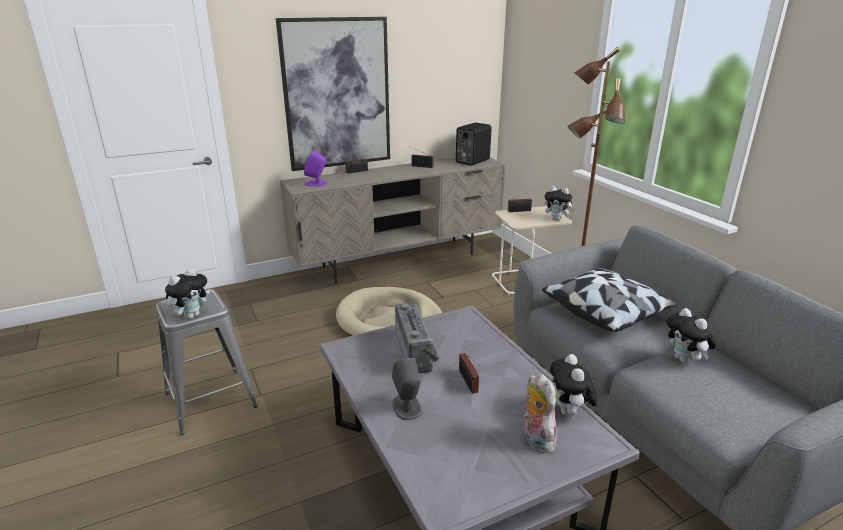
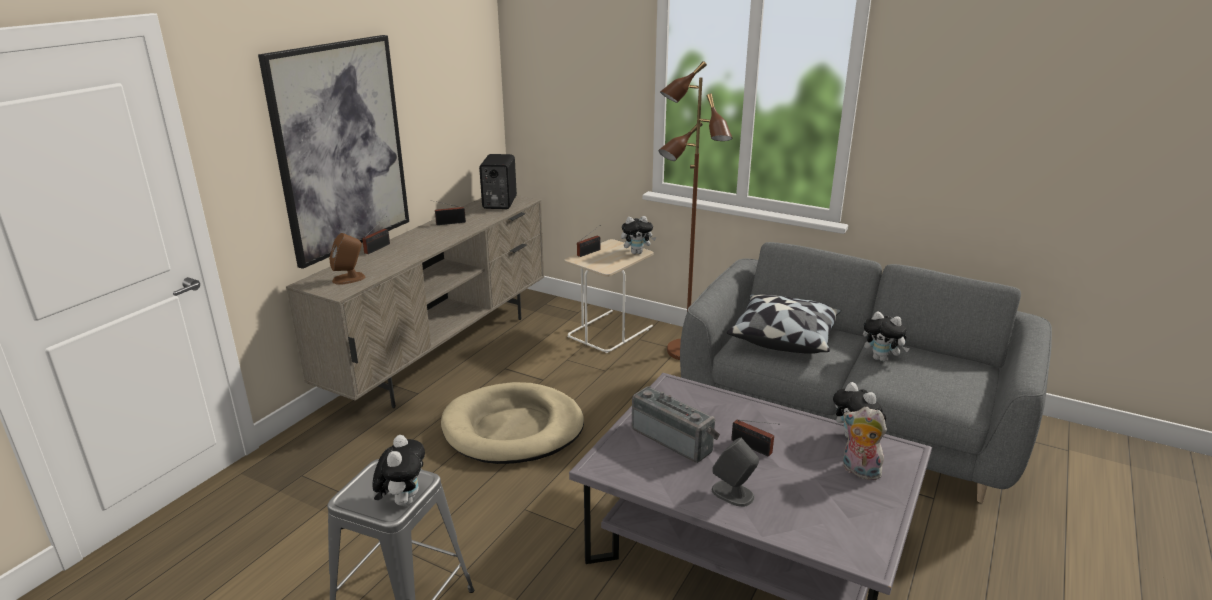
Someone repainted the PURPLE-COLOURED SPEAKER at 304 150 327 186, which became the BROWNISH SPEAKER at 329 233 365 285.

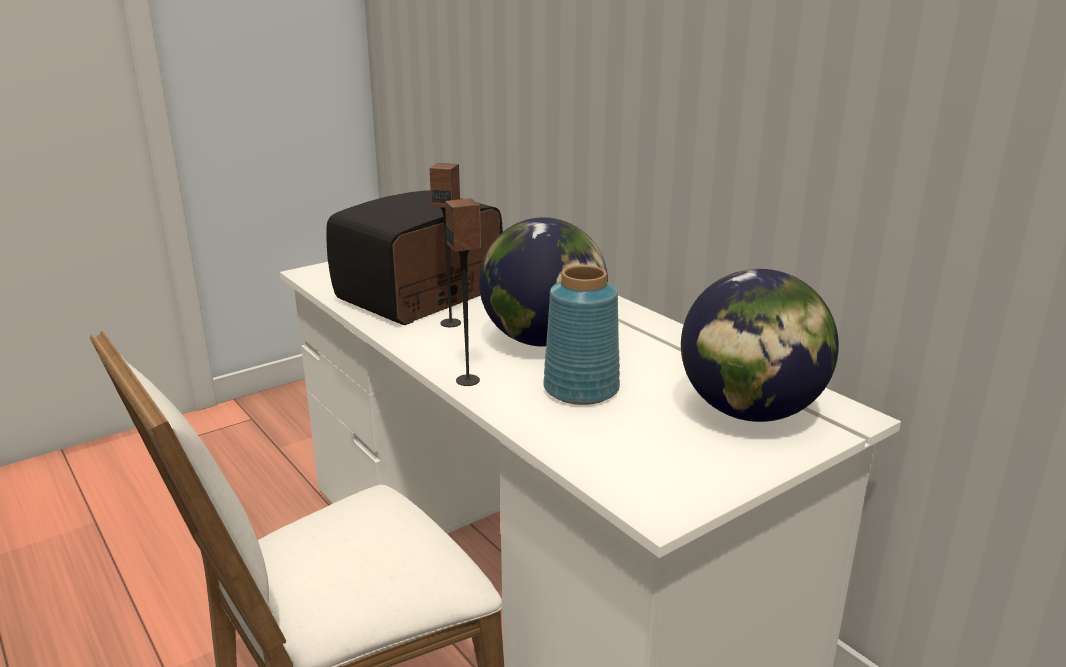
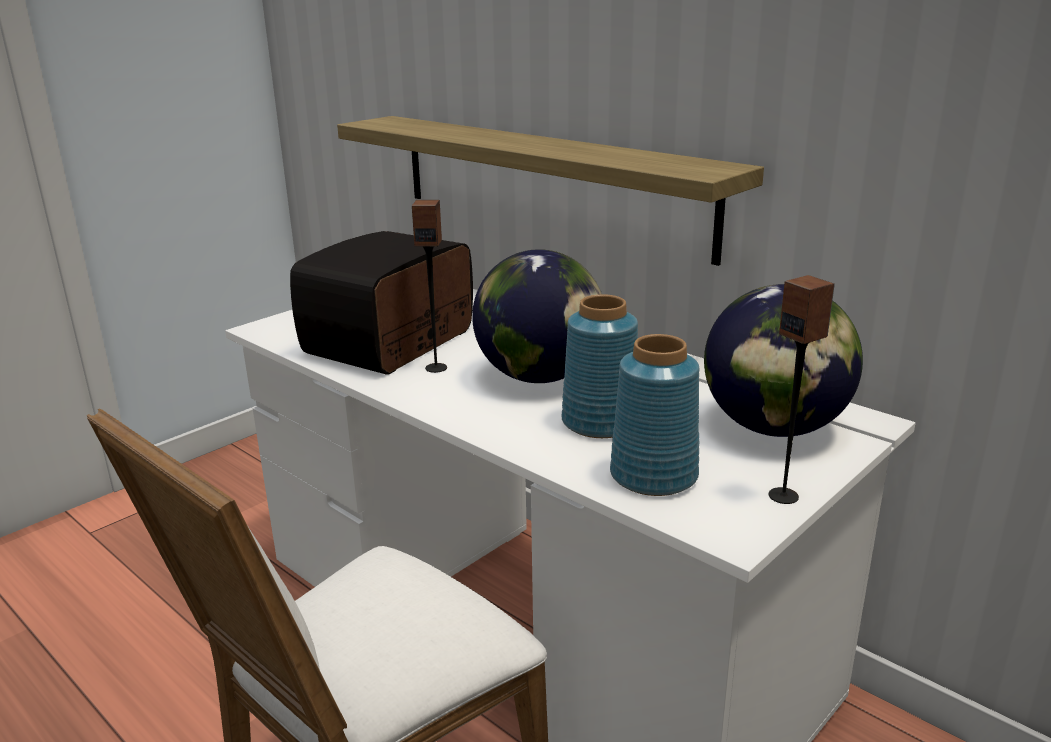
Someone put up the SHELF at 337 116 764 266. Someone put down the BLUE-COLOURED FLOWER VASE at 610 334 699 496. Someone carried the SPEAKER from 445 198 481 386 to 769 275 835 504.

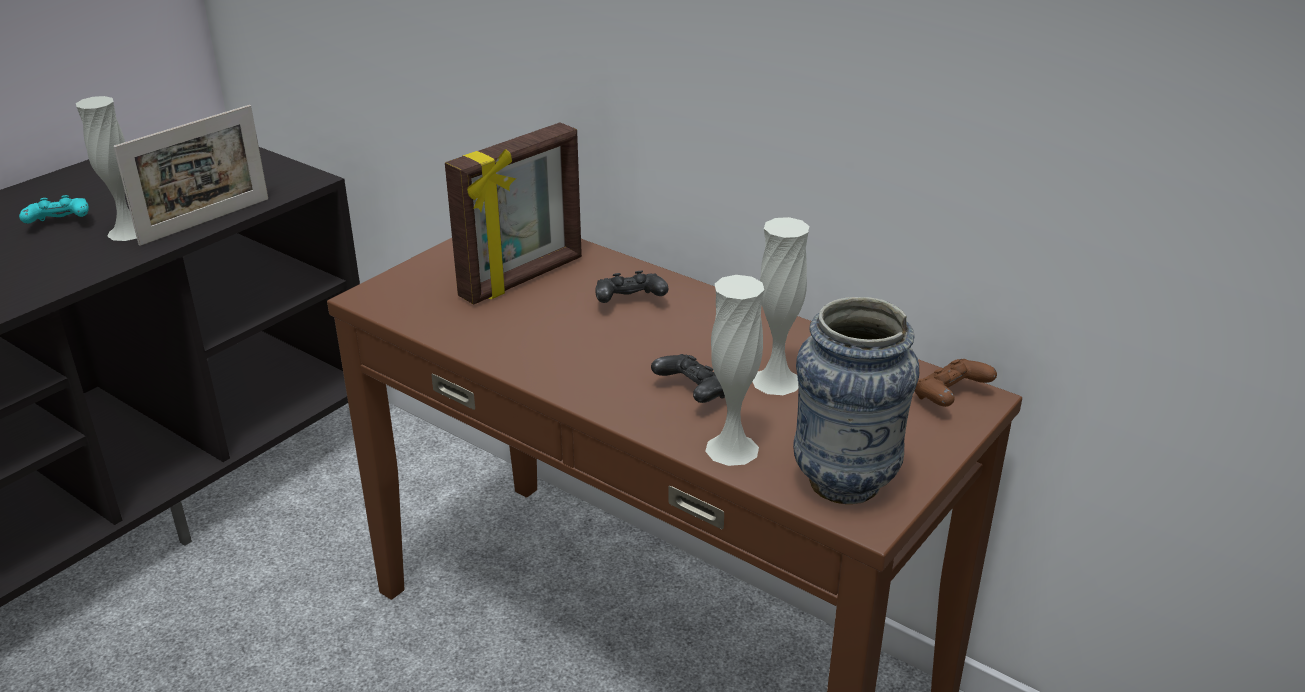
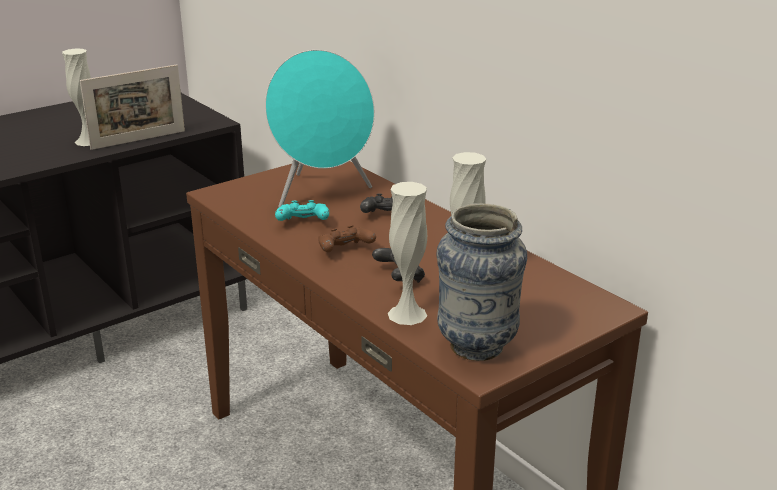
Someone carried the TURQUOISE-COLOURED GAME CONTROLLER from 19 195 89 223 to 275 200 329 221. Someone carried the BROWNISH GAME CONTROLLER from 915 359 997 407 to 318 225 376 252. Someone swapped the PICTURE FRAME at 445 123 582 304 for the TURQUOISE-COLOURED SPEAKER at 265 50 374 207.

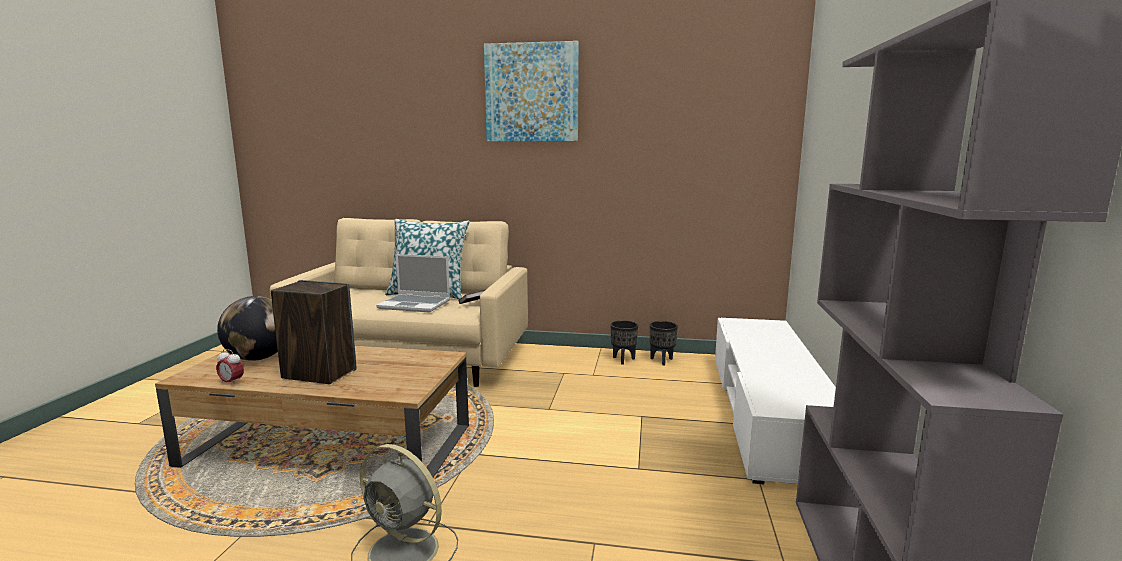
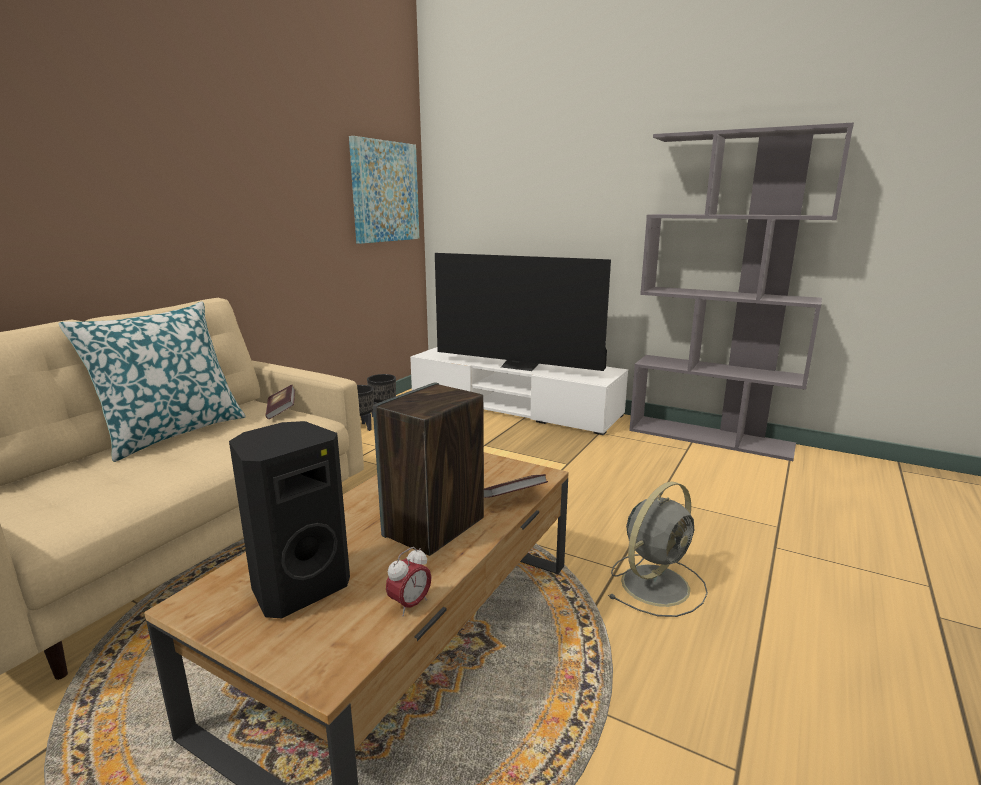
Someone took away the LAPTOP at 376 254 450 313. Someone put down the TV at 435 253 611 371. Someone put down the BOUND BOOK at 484 474 548 498. Someone carried the PICTURE from 484 41 579 142 to 349 136 419 244. Someone swapped the DESK GLOBE at 217 296 278 361 for the BLACK SPEAKER at 229 421 350 618.

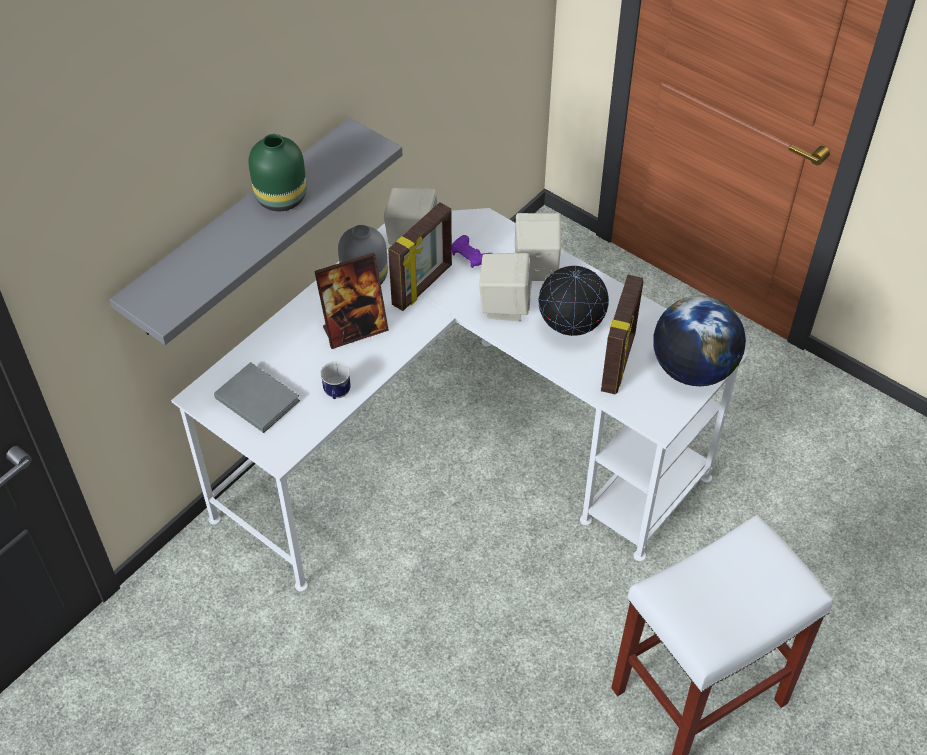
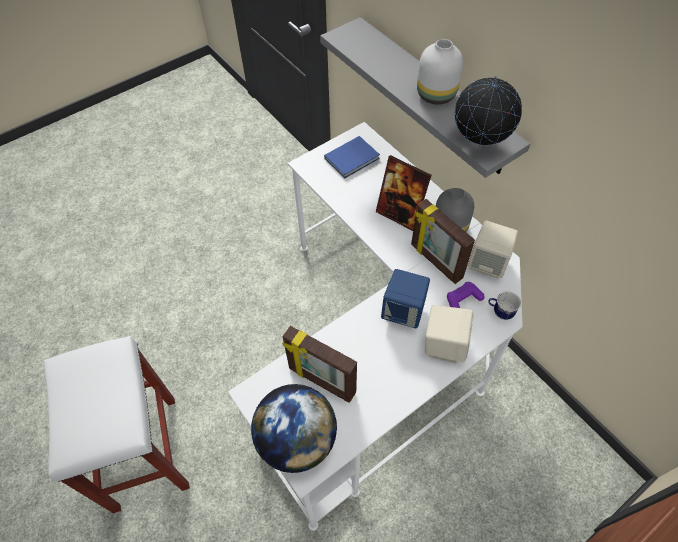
Someone carried the MUG from 321 361 351 399 to 488 291 521 320. Someone carried the DESK GLOBE from 538 265 609 336 to 454 76 522 145. Someone repainted the GREYISH BOUND BOOK at 214 362 300 433, which became the BLUE-COLOURED BOUND BOOK at 324 136 380 178. Someone repainted the GREENISH FLOWER VASE at 248 134 307 211, which became the WHITE-COLOURED FLOWER VASE at 417 39 463 105. Someone repainted the BEIGE SPEAKER at 479 253 532 321, which became the BLUE-COLOURED SPEAKER at 381 269 430 328. Someone rotated the PICTURE FRAME at 314 253 389 349 by 45 degrees counterclockwise.

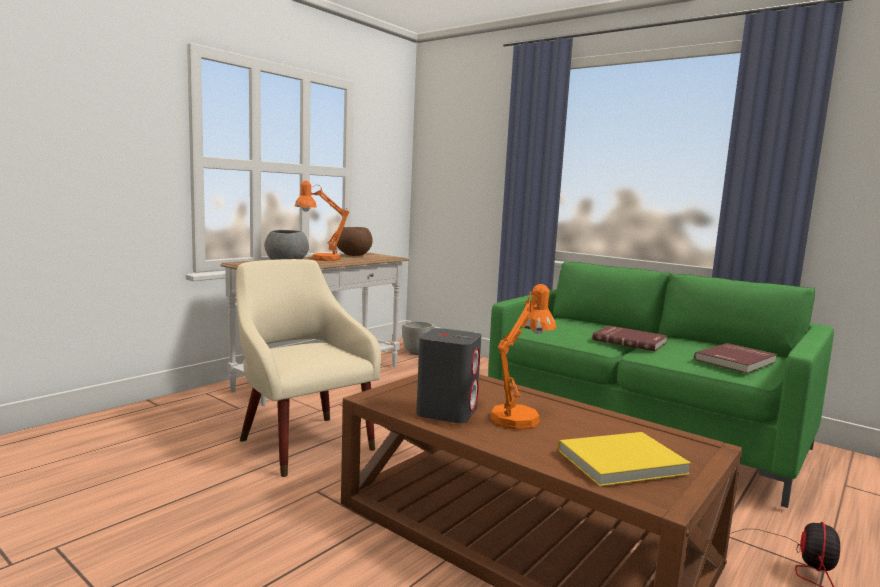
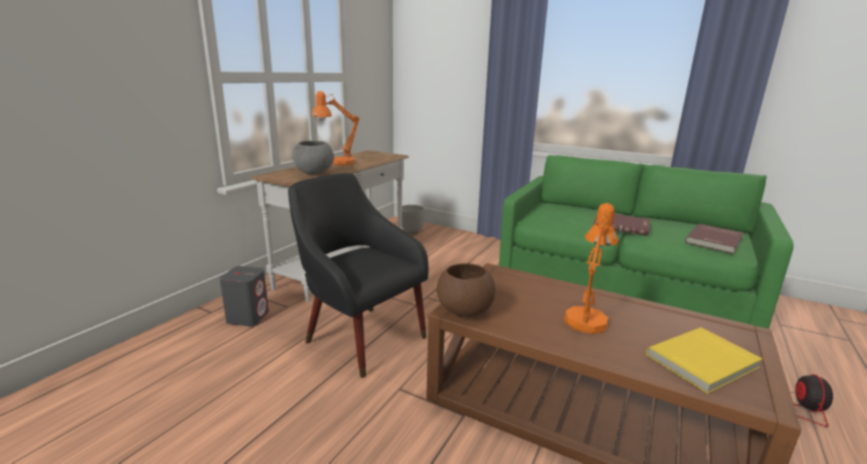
Someone carried the BROWNISH SERVING BOWL from 335 227 373 256 to 437 263 496 317. Someone carried the GREYISH SPEAKER from 416 328 481 423 to 220 266 269 326. Someone repainted the BEIGE ARMCHAIR at 236 259 381 477, which became the BLACK ARMCHAIR at 288 173 428 378.

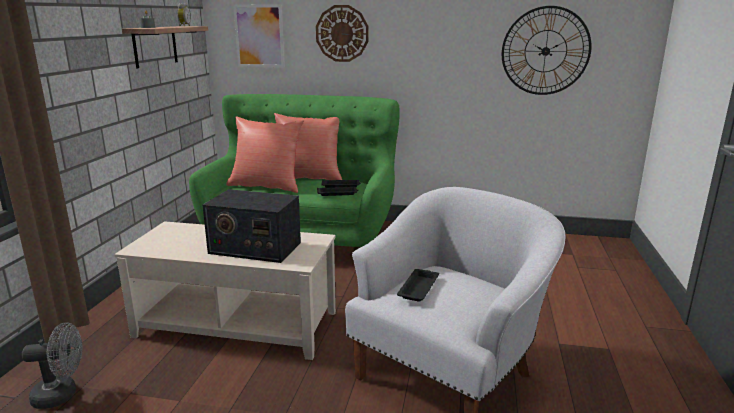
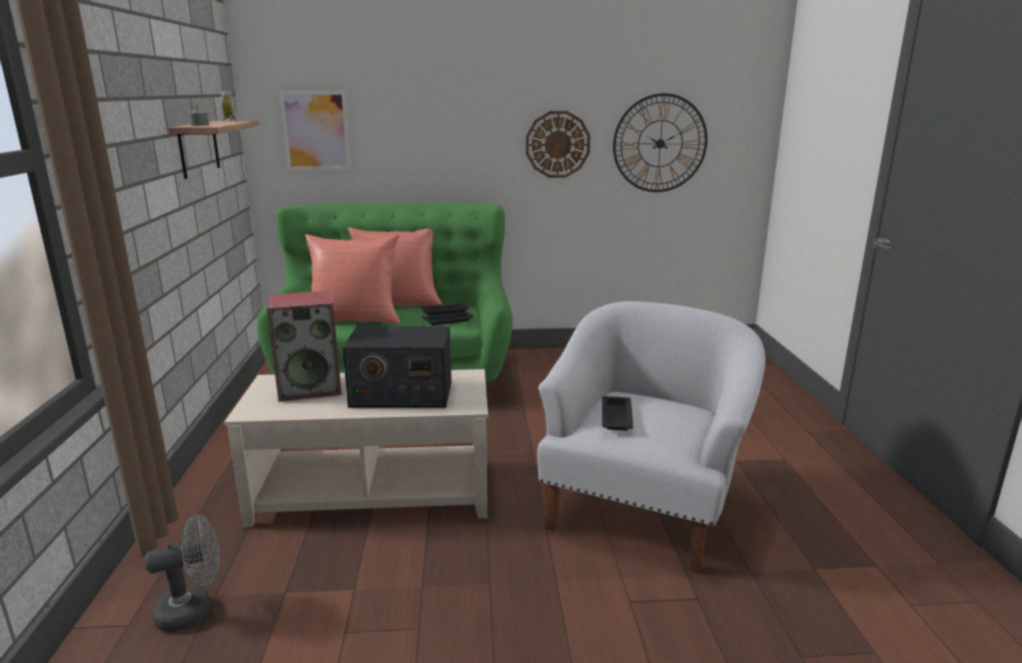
Someone put down the SPEAKER at 267 290 342 402. Someone carried the HANGING CLOCK from 316 5 369 62 to 526 111 590 178.

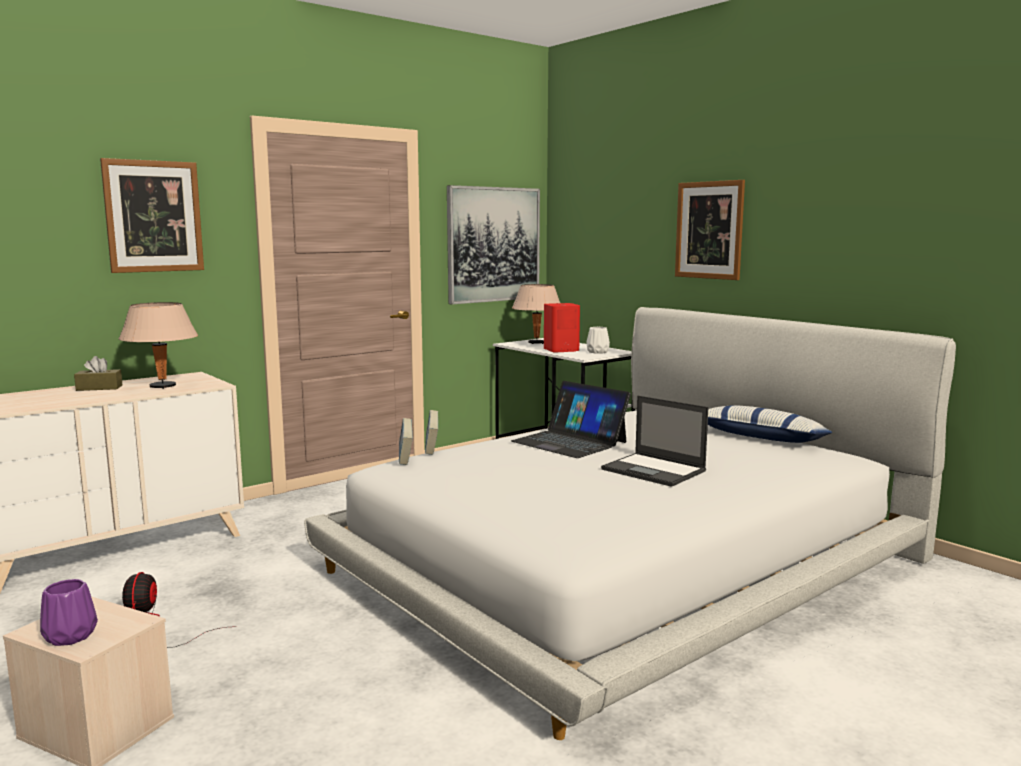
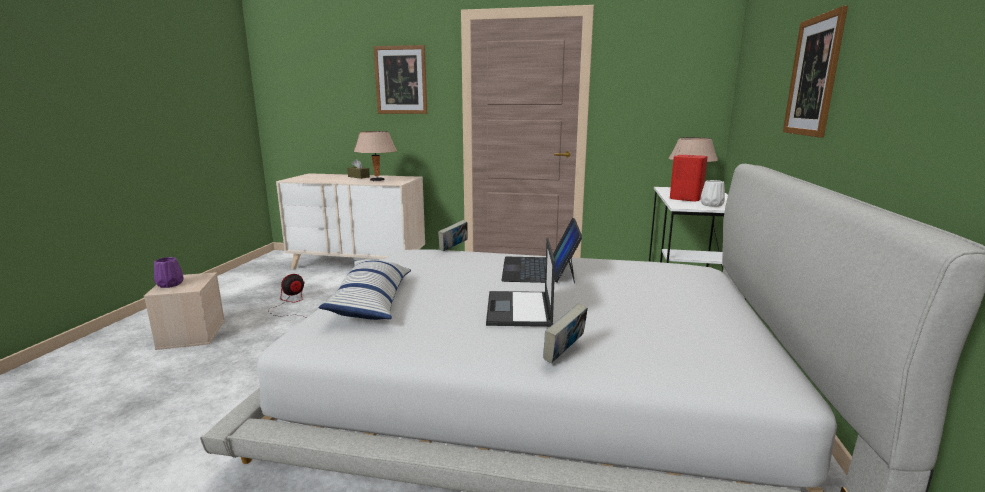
Someone took away the PICTURE at 447 185 540 304. Someone carried the BOUND BOOK from 399 418 413 465 to 543 303 588 364. Someone carried the PILLOW from 708 405 832 443 to 318 259 411 320.

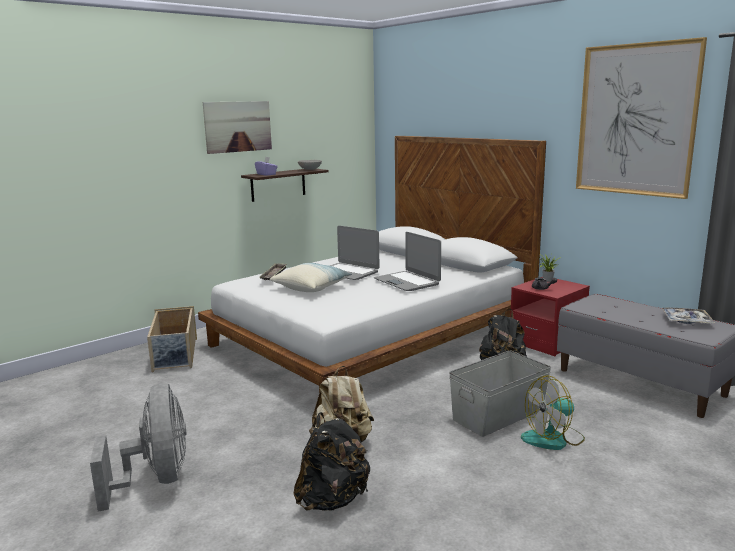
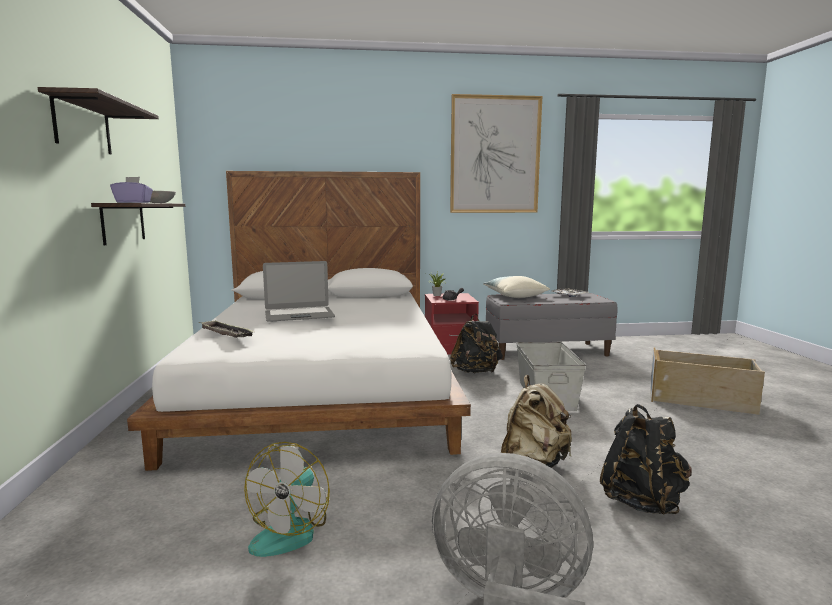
Someone took away the LAPTOP at 374 232 441 291. Someone carried the BEIGE STORAGE CONTAINER from 147 306 197 372 to 650 348 765 415. Someone carried the PILLOW from 270 263 352 292 to 483 276 550 298. Someone carried the ELECTRIC FAN from 521 375 585 450 to 244 442 330 557. Someone swapped the PICTURE at 203 101 272 154 for the SHELF at 38 87 159 154.

